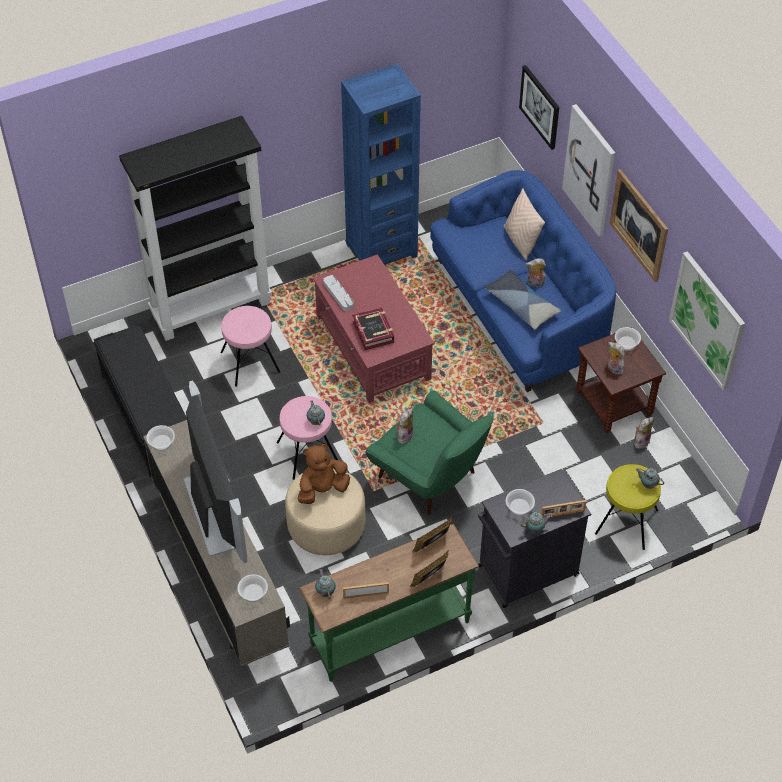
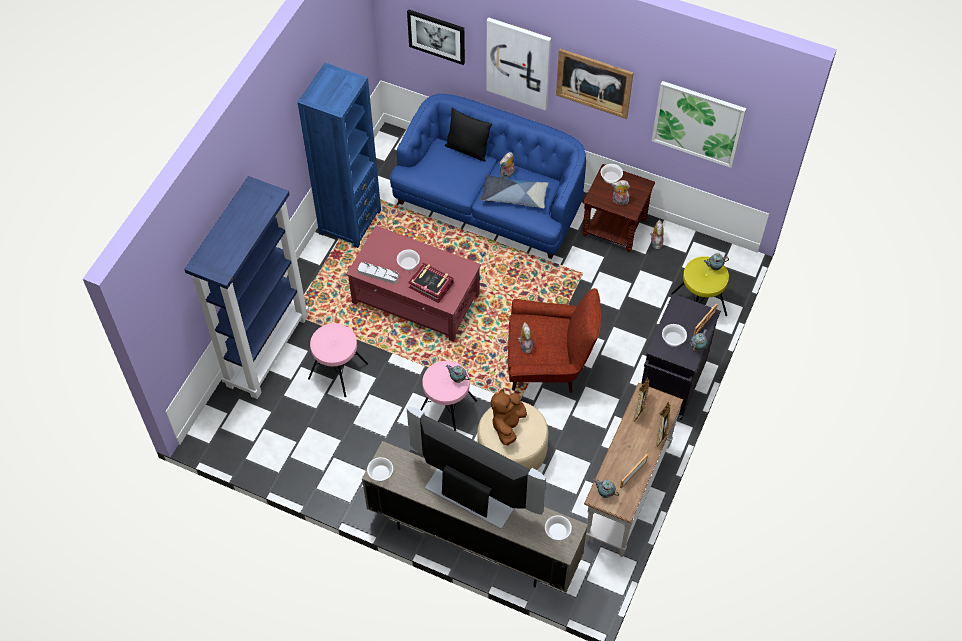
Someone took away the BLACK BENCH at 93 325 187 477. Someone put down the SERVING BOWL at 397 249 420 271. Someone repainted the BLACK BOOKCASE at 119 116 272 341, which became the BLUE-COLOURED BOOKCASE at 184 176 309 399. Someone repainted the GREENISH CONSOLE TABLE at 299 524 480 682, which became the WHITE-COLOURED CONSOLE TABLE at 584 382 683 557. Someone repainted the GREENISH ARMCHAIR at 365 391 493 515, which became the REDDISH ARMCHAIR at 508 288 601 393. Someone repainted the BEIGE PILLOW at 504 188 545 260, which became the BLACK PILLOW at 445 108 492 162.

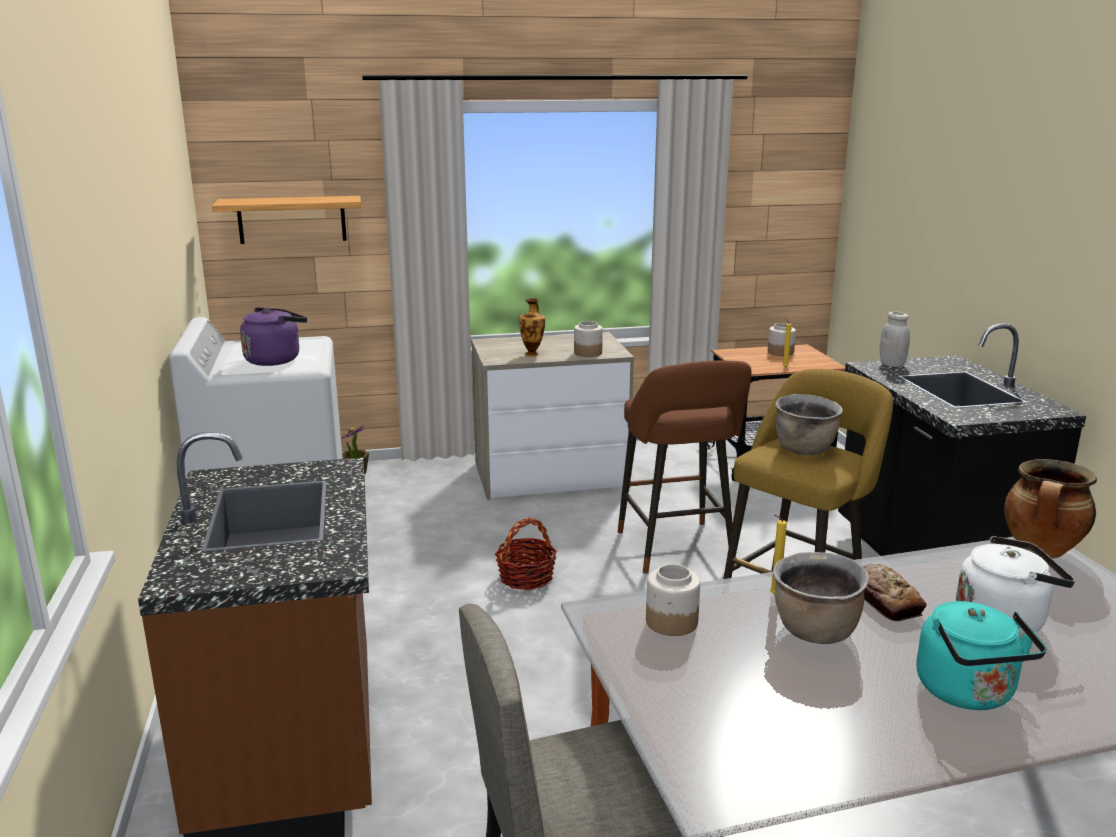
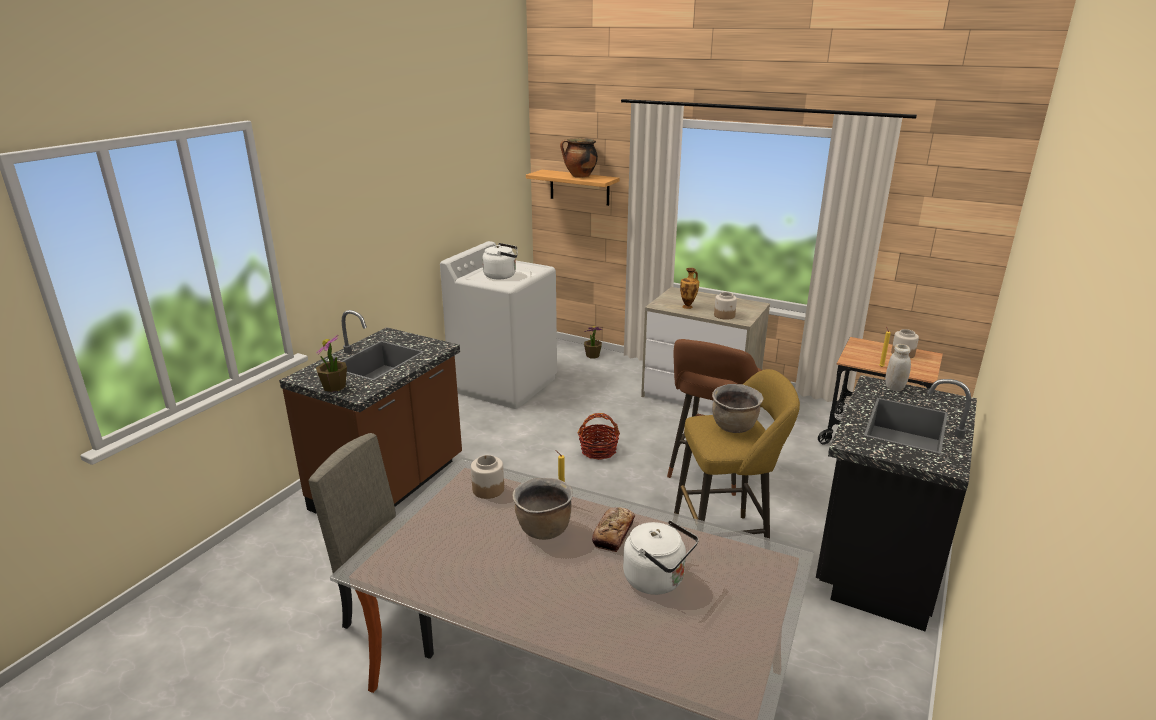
Someone took away the TURQUOISE-COLOURED KETTLE at 916 601 1046 710. Someone put down the POTTED PLANT at 316 336 347 392. Someone carried the COOKING POT from 1004 459 1097 559 to 560 138 598 178. Someone repainted the PURPLE-COLOURED KETTLE at 240 307 307 366, which became the WHITE-COLOURED KETTLE at 482 243 518 279.

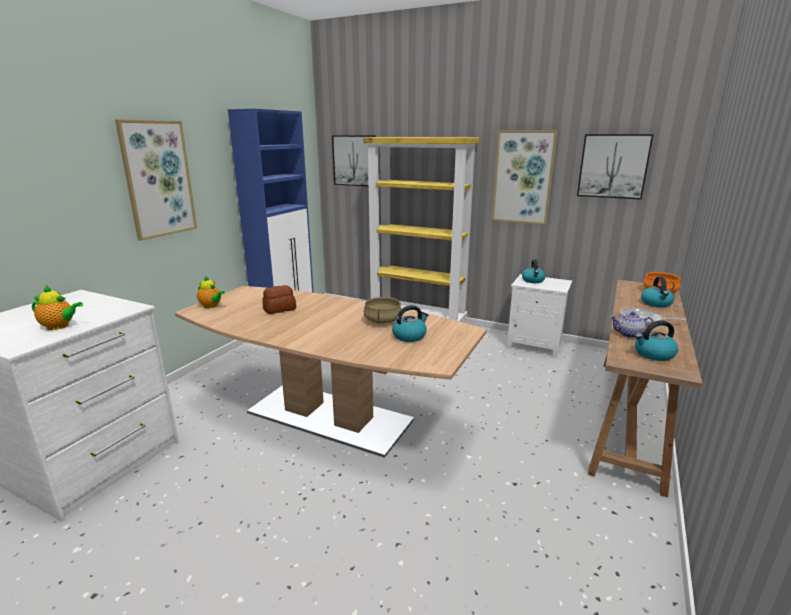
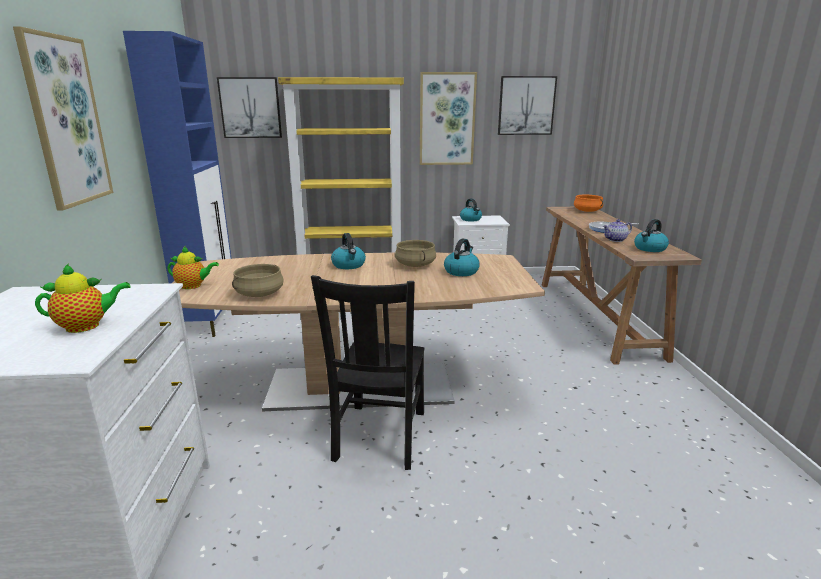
Someone took away the BREAD at 262 285 296 314. Someone put down the BEIGE COOKING POT at 232 264 283 297. Someone put down the BLACK CHAIR at 311 275 425 470. Someone carried the KETTLE from 641 276 674 308 to 331 233 366 269.

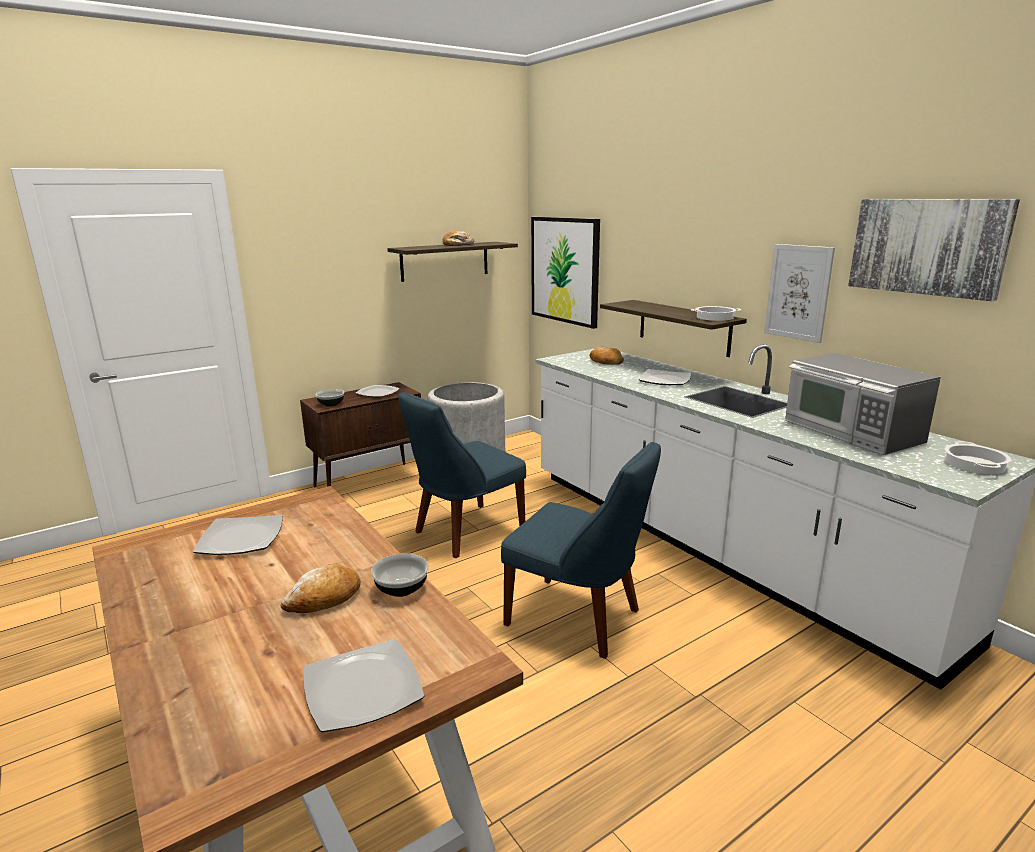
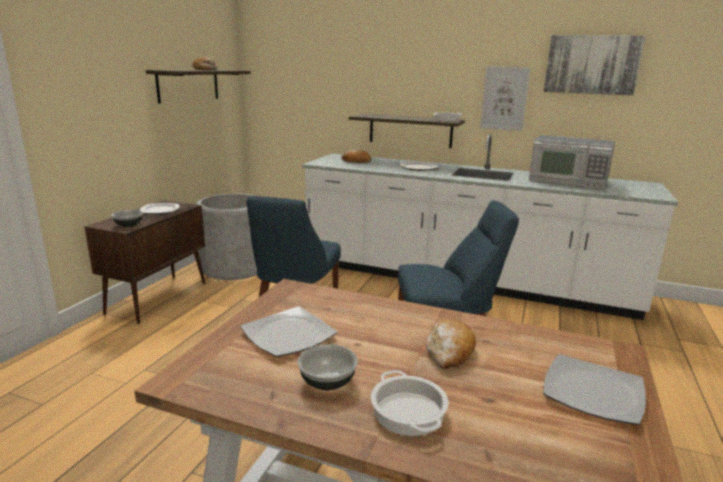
Someone took away the PICTURE at 531 217 600 329. Someone carried the SERVING BOWL from 371 553 429 597 to 298 344 358 390. Someone carried the COOKING POT from 945 441 1011 474 to 371 370 449 436.

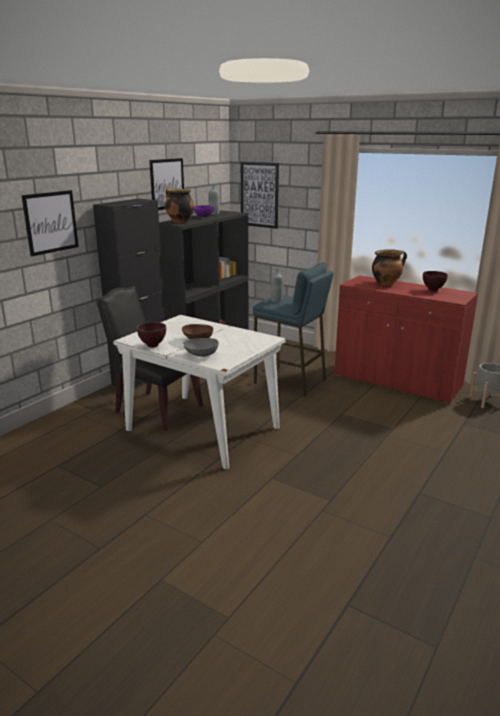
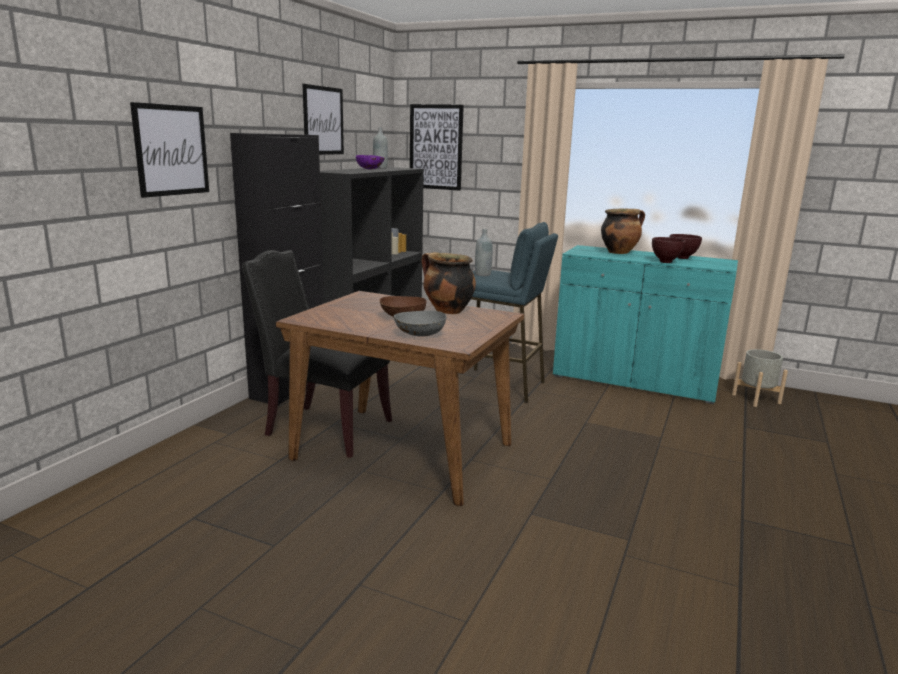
Someone carried the BROWNISH SERVING BOWL from 137 322 166 348 to 652 237 686 263. Someone carried the COOKING POT from 165 188 194 223 to 422 252 476 314. Someone repainted the WHITE-COLOURED KITCHEN TABLE at 113 315 286 470, which became the BROWNISH KITCHEN TABLE at 276 291 524 506. Someone repainted the REDDISH CABINET at 334 275 478 404, which became the TURQUOISE-COLOURED CABINET at 553 245 738 404.

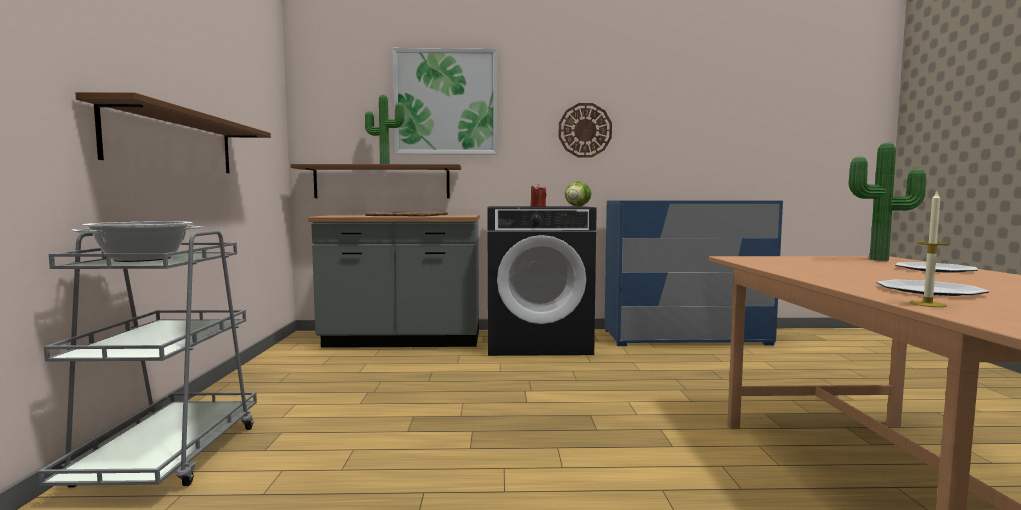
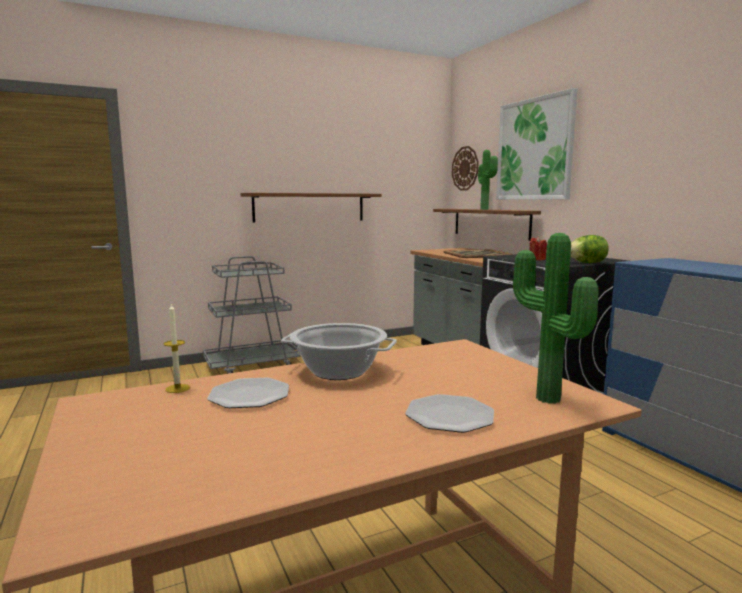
Someone carried the COOKING POT from 71 221 203 262 to 281 323 397 380. Someone carried the HANGING CLOCK from 559 103 612 158 to 452 146 479 191.

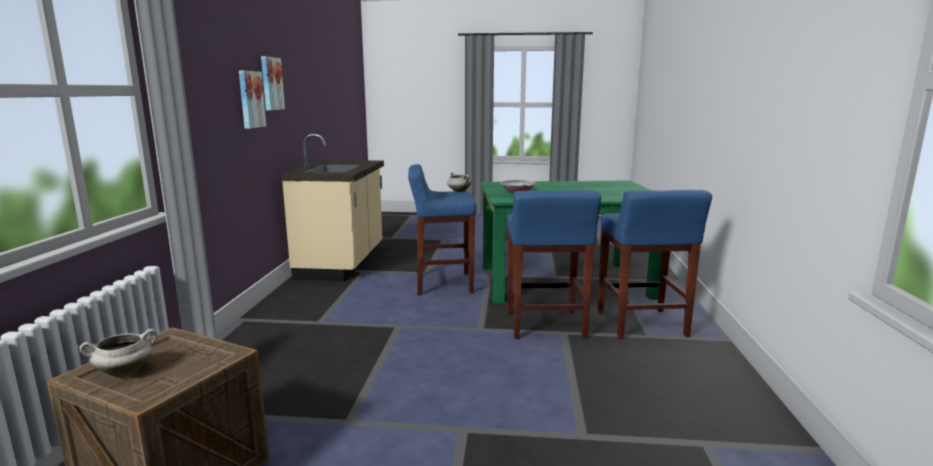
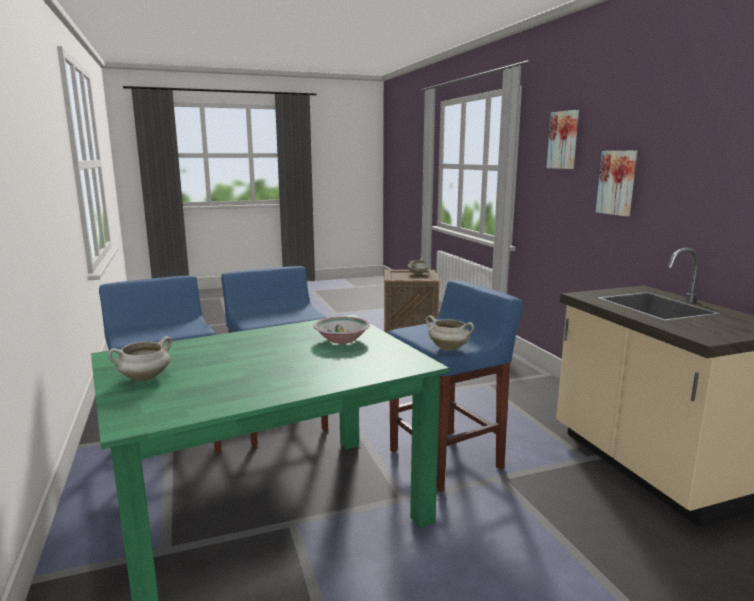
Someone put down the WHITE-COLOURED COOKING POT at 108 336 172 381. Someone carried the PICTURE from 261 56 285 110 to 546 110 579 169.

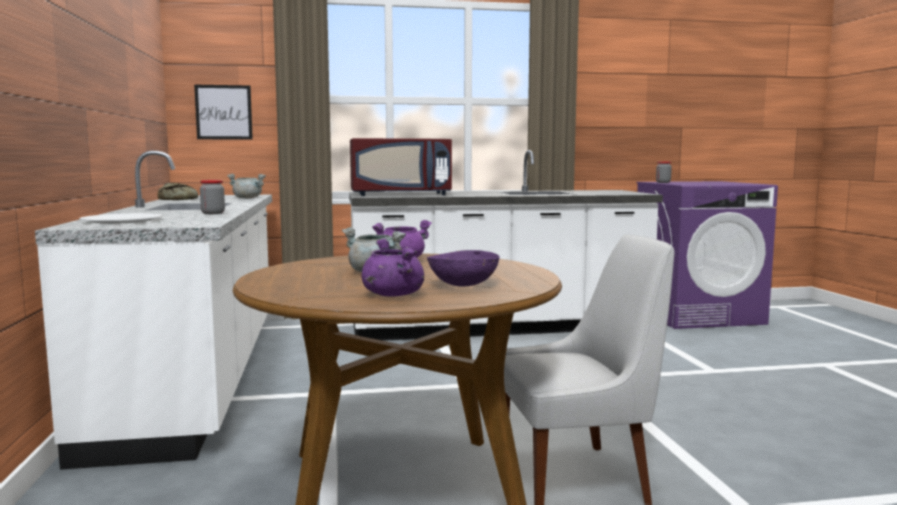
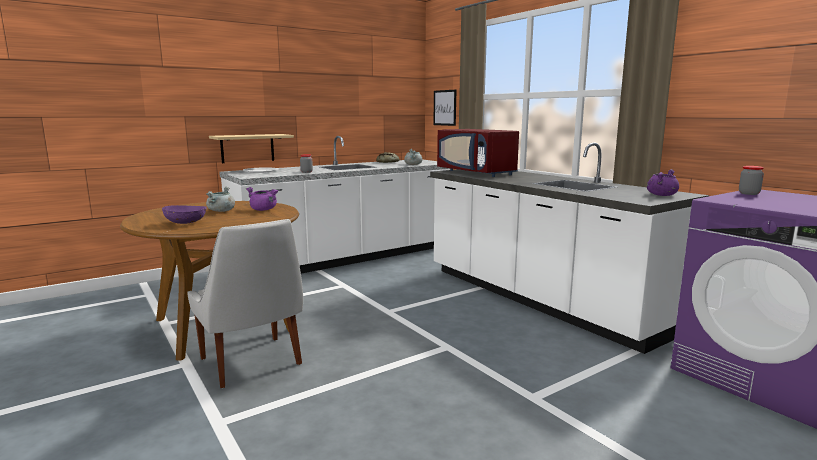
Someone put up the SHELF at 209 134 294 163. Someone carried the PURPLE-COLOURED COOKING POT from 362 239 424 297 to 647 169 679 196.

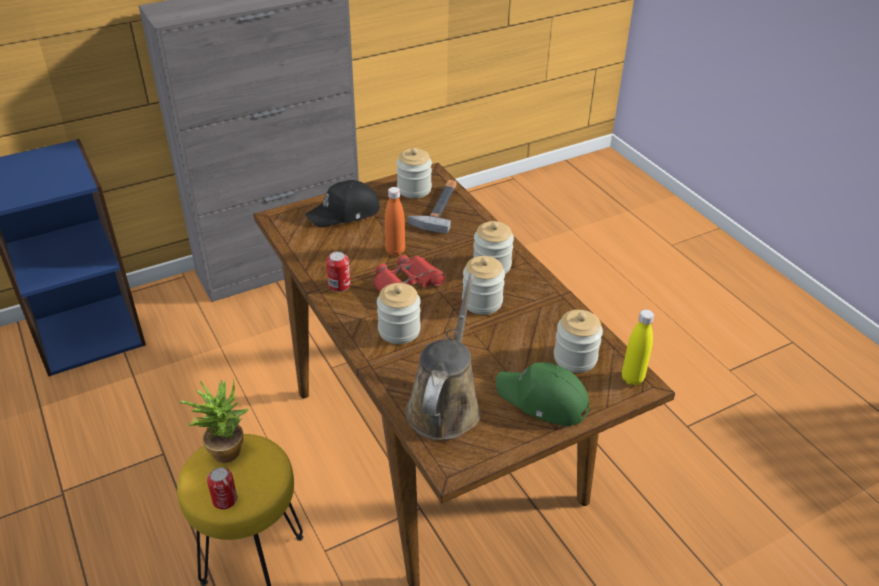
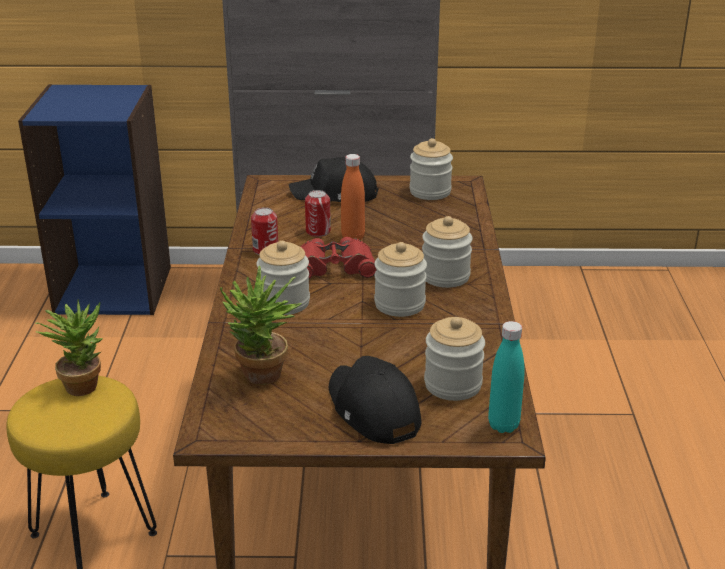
Someone took away the TOOL HAMMER at 408 180 457 234. Someone carried the METAL CAN from 207 467 237 510 to 305 190 331 237. Someone swapped the BROWNISH WATERING POT at 405 273 480 440 for the POTTED PLANT at 220 265 302 385. Someone repainted the GREENISH BASEBALL CAP at 496 362 590 426, which became the BLACK BASEBALL CAP at 329 356 422 444. Someone repainted the YELLOW BOTTLE at 622 309 654 385, which became the TURQUOISE-COLOURED BOTTLE at 488 321 525 433.

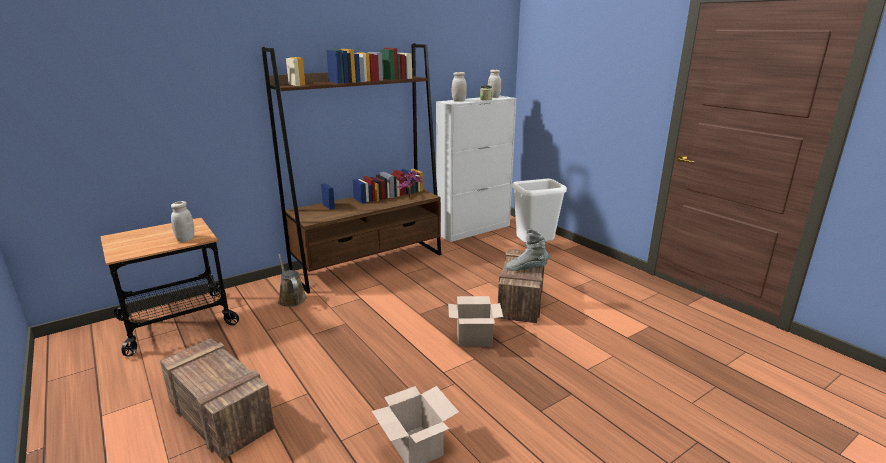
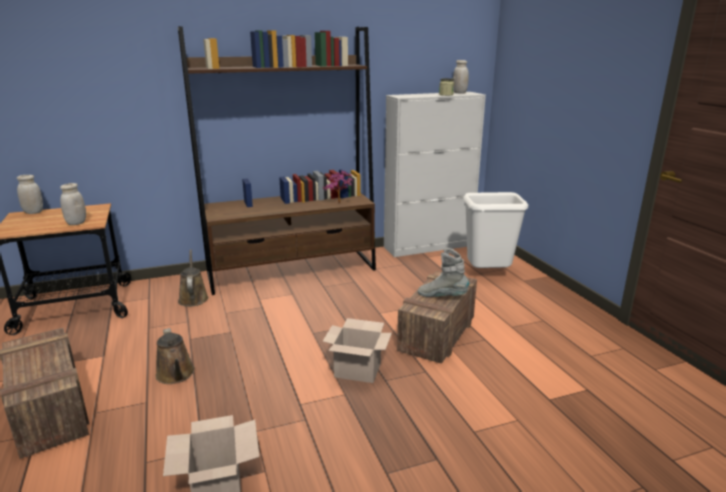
Someone put down the BROWNISH WATERING POT at 155 328 195 384. Someone carried the WHITE-COLOURED PRESERVE JAR from 452 72 467 102 to 17 175 43 214.

